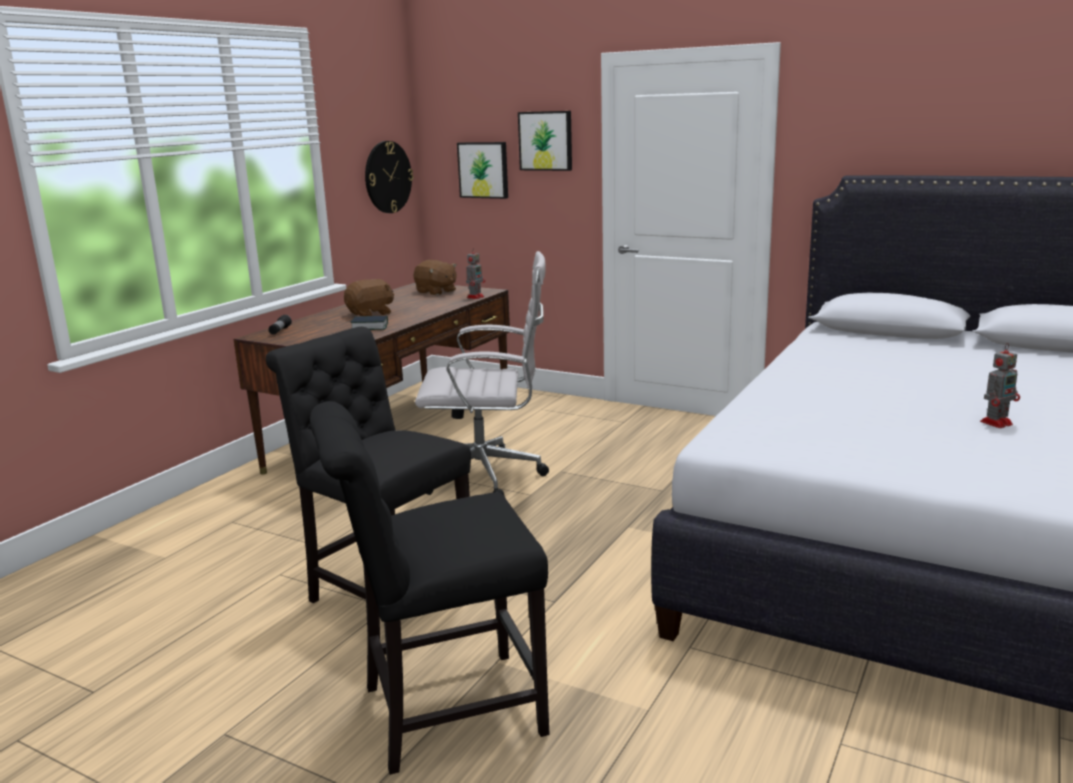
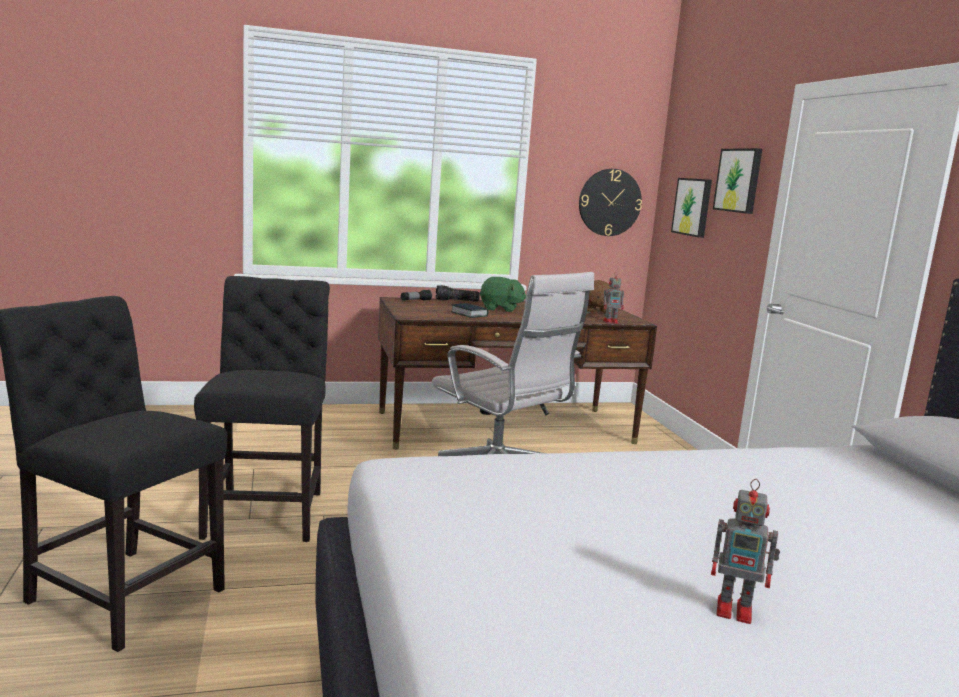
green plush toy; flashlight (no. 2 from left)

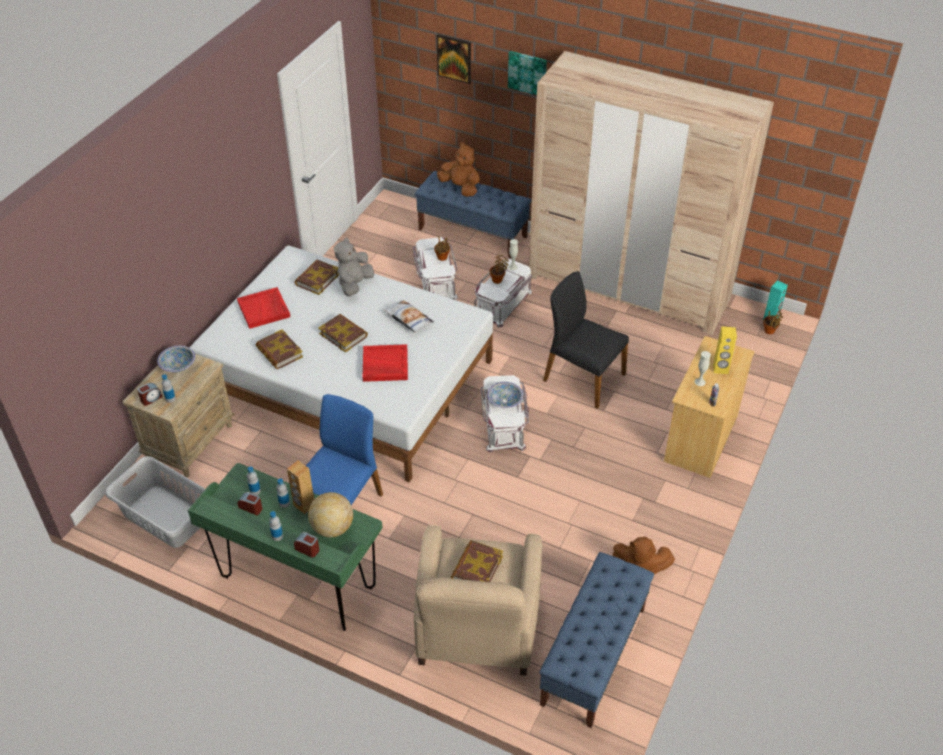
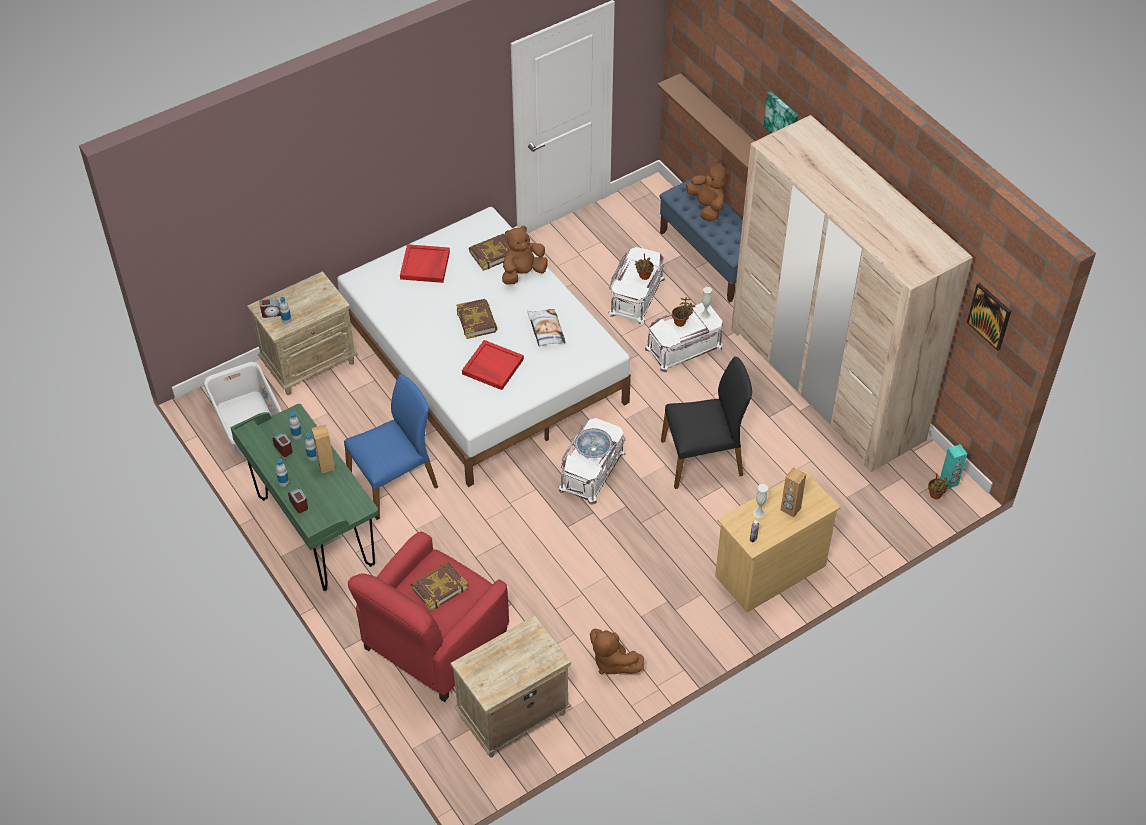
bowl (no. 1 from left in the first image); book (no. 1 from left in the first image); globe; brown plush toy (no. 1 from left); red armchair; picture (no. 2 from left); beige nightstand (no. 2 from left); black chair; brown speaker (no. 2 from left); brown shelf

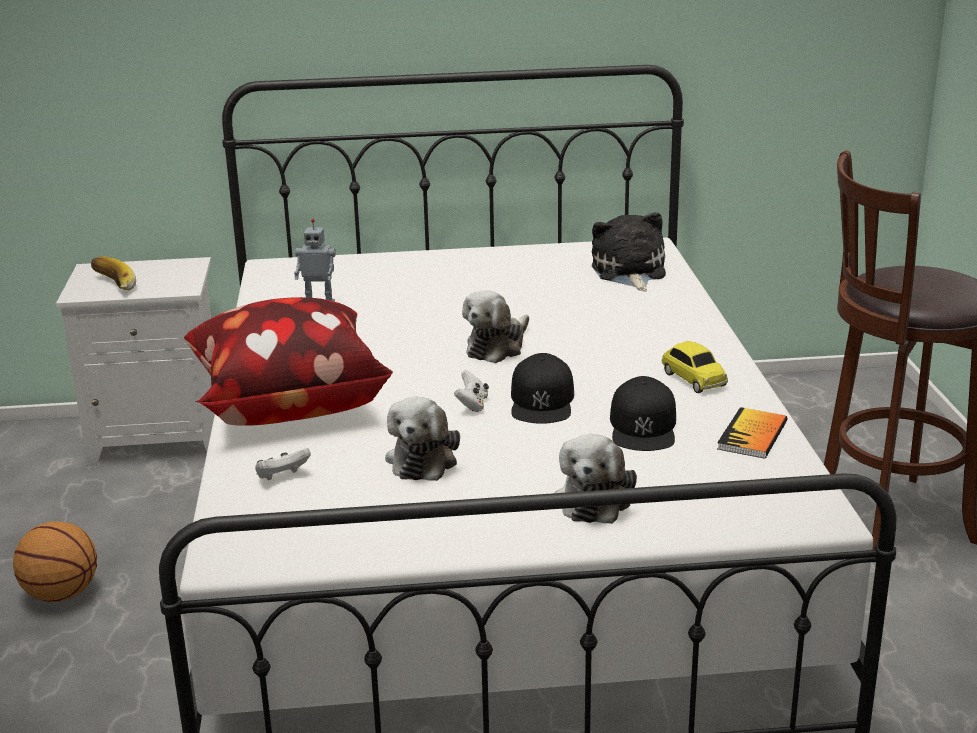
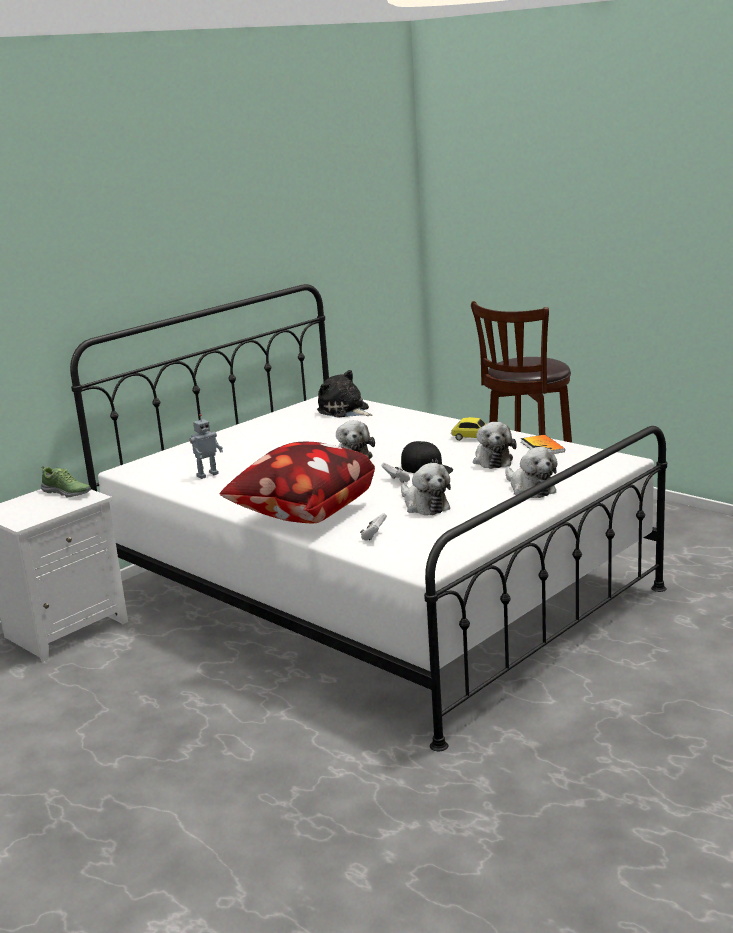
basketball; banana; plush toy (no. 4 from left); shoe

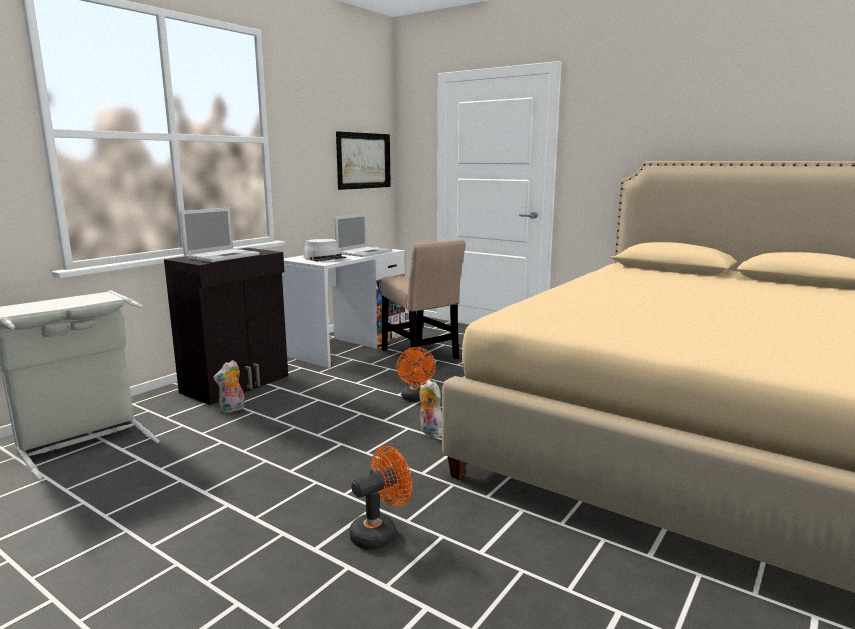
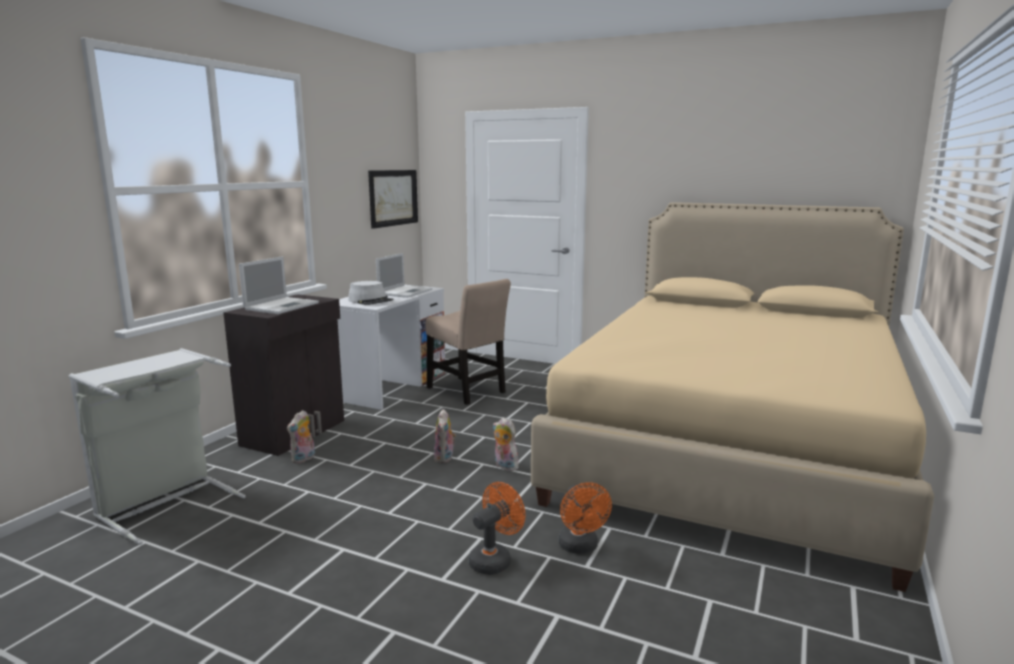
orange fan (no. 2 from left); plush toy (no. 2 from left)

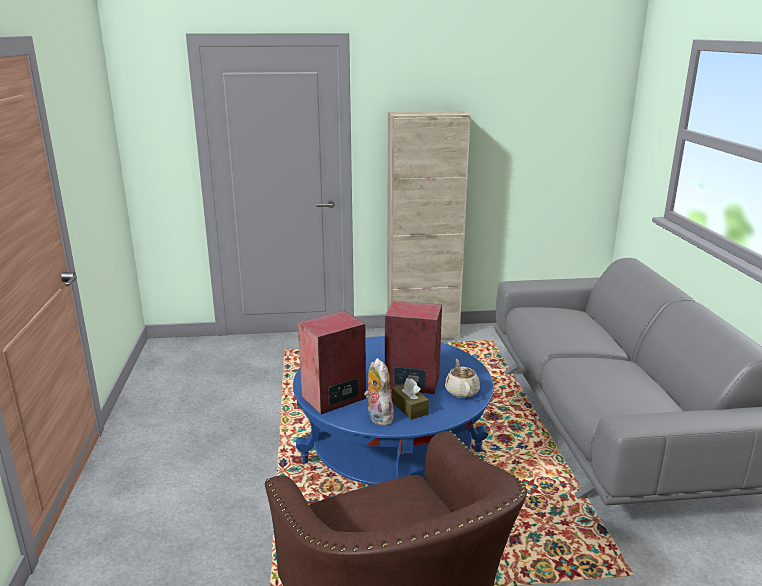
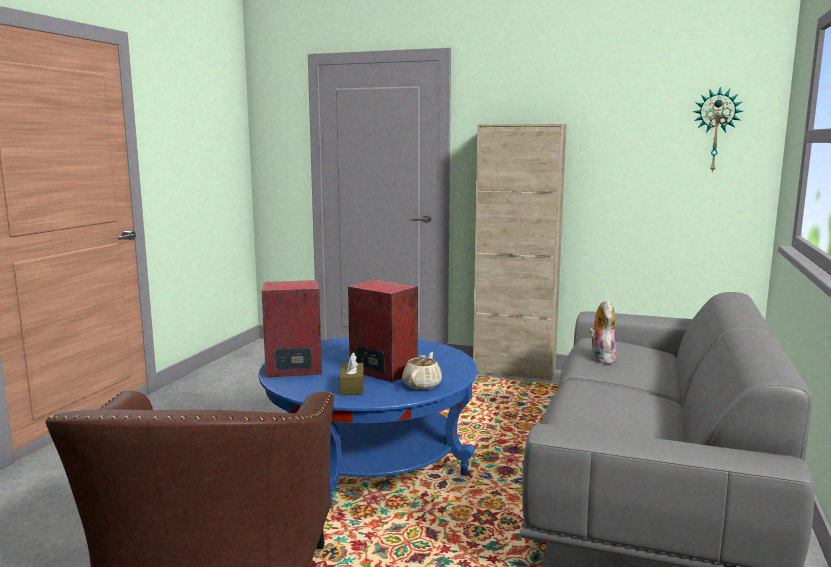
plush toy; wall clock

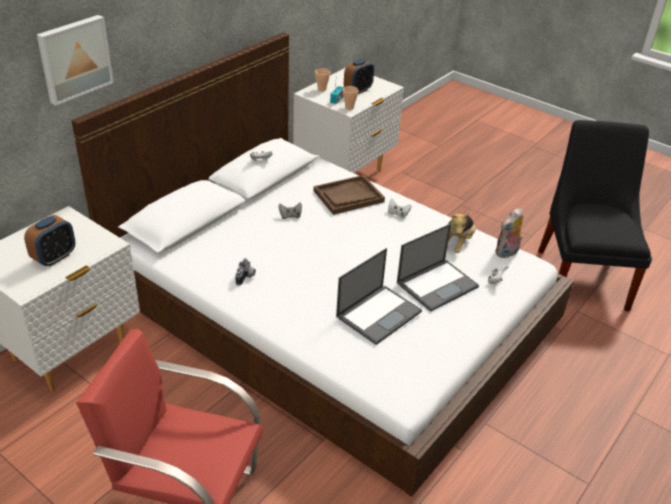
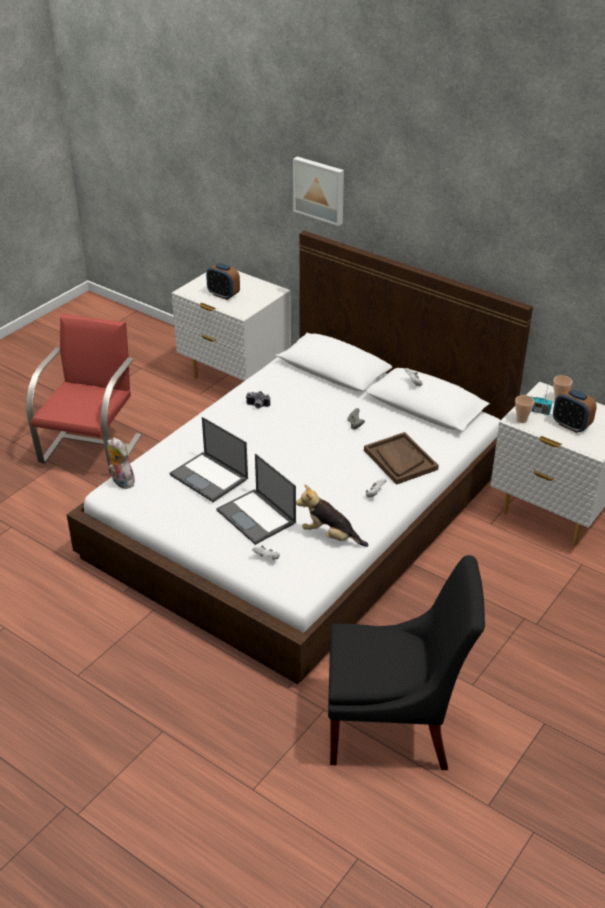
plush toy (no. 1 from left)

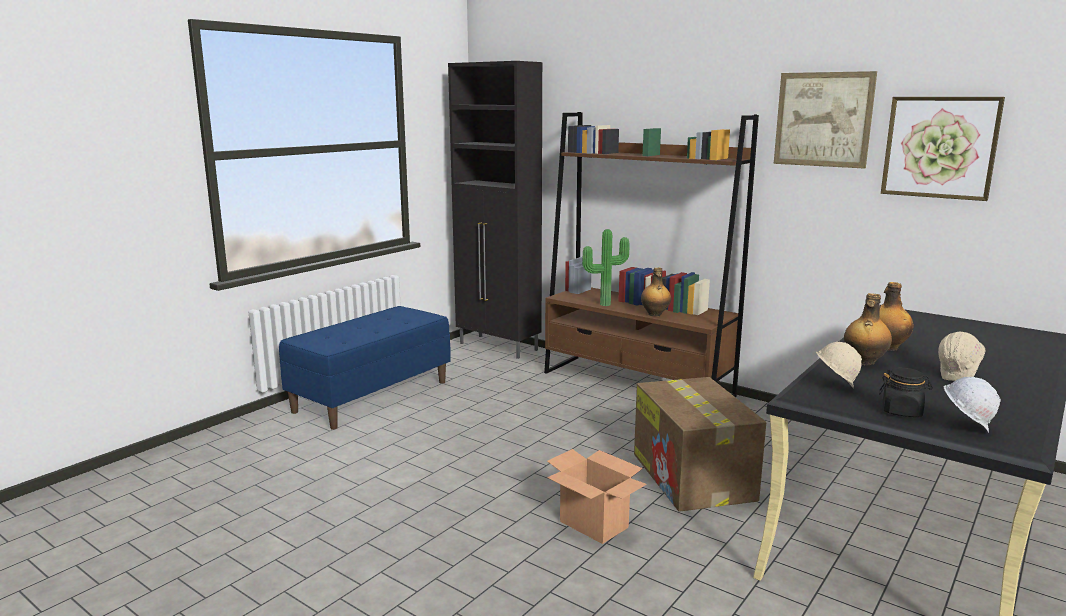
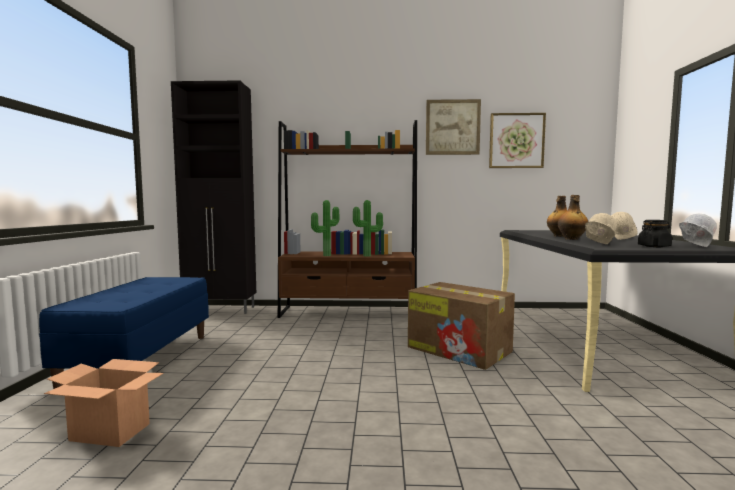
cardboard box (no. 1 from left); potted plant (no. 2 from left)

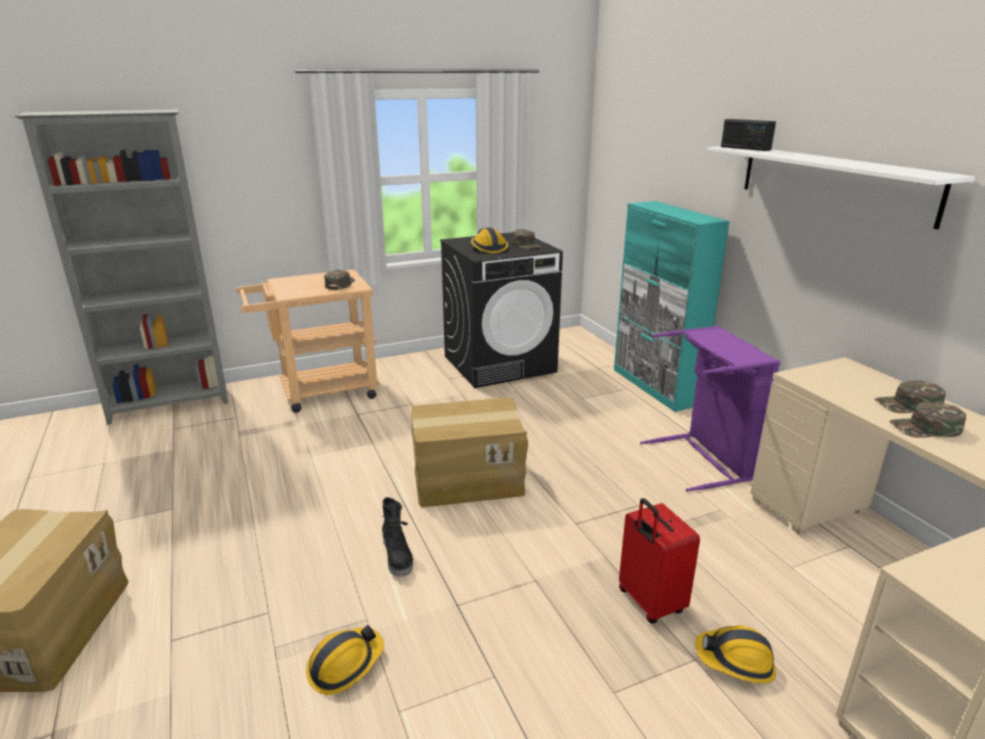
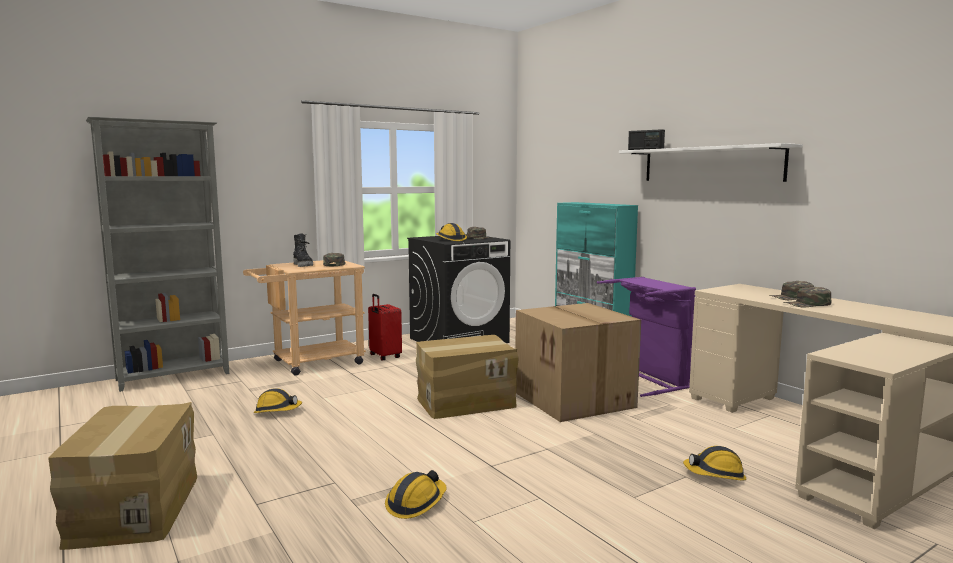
black boot; red suitcase; hard hat (no. 1 from left); cardboard box (no. 3 from left)

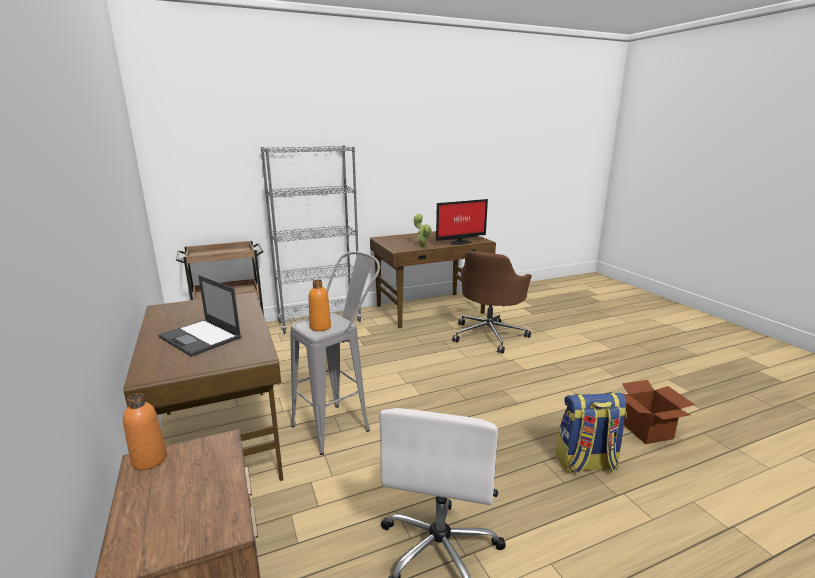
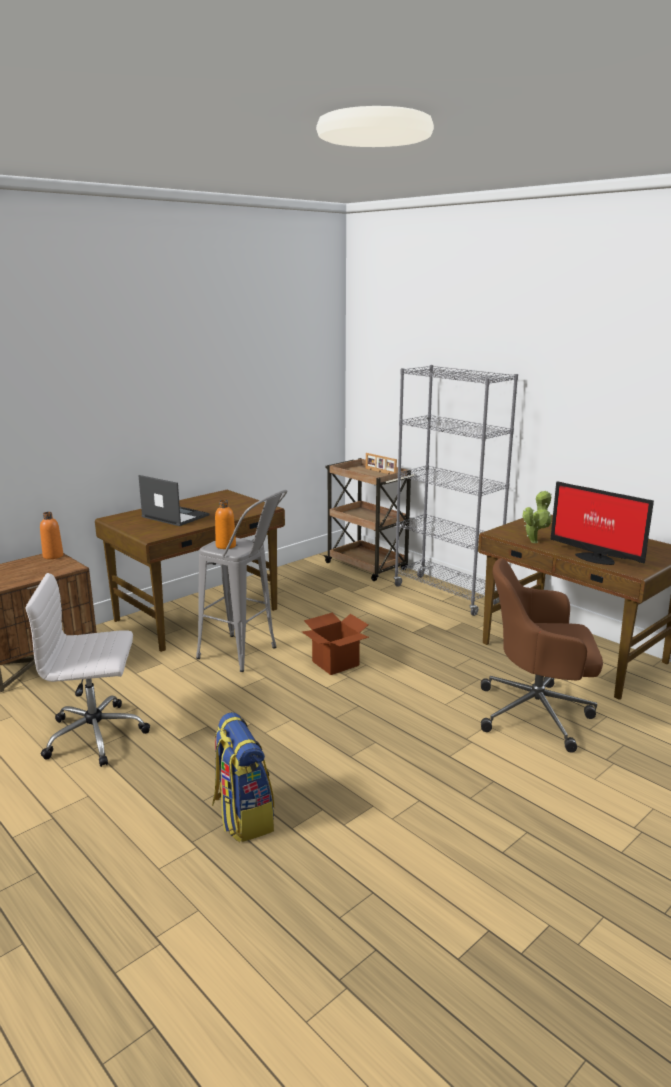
laptop; cardboard box; picture frame

